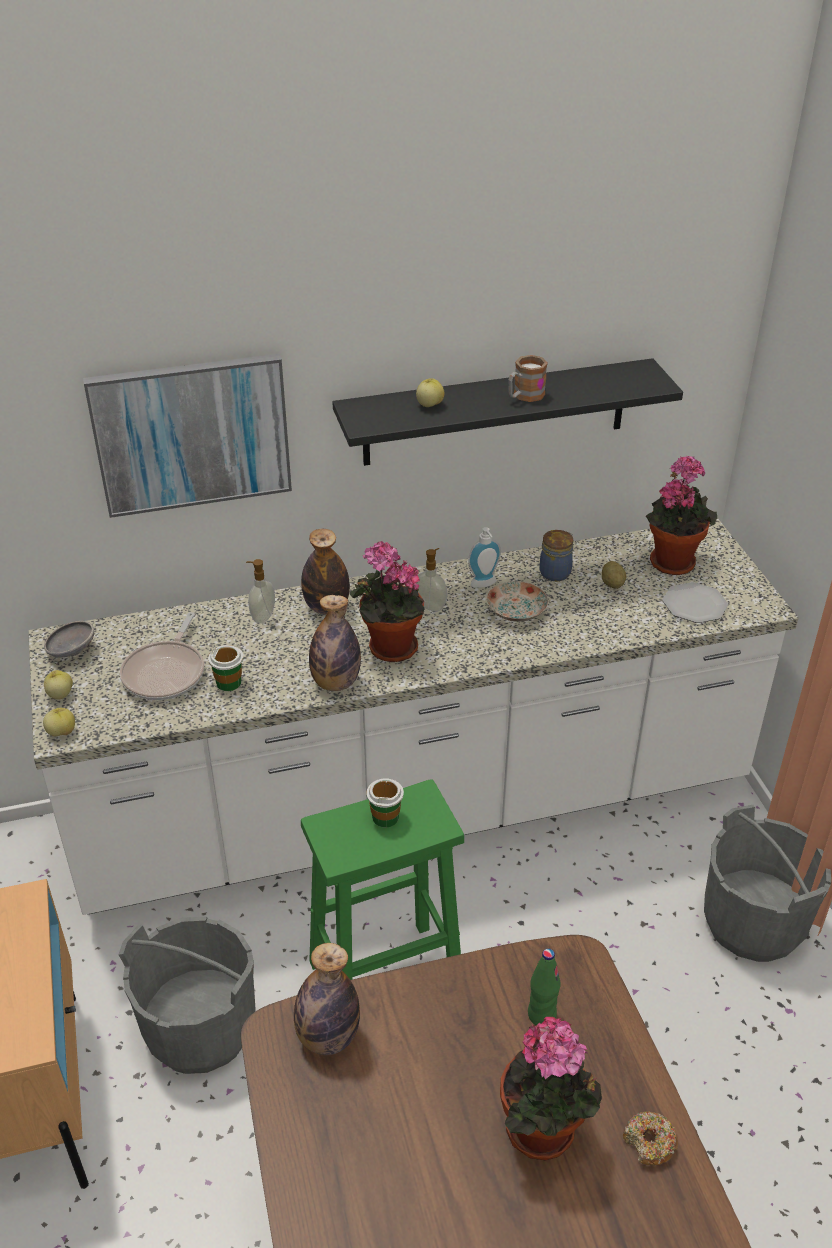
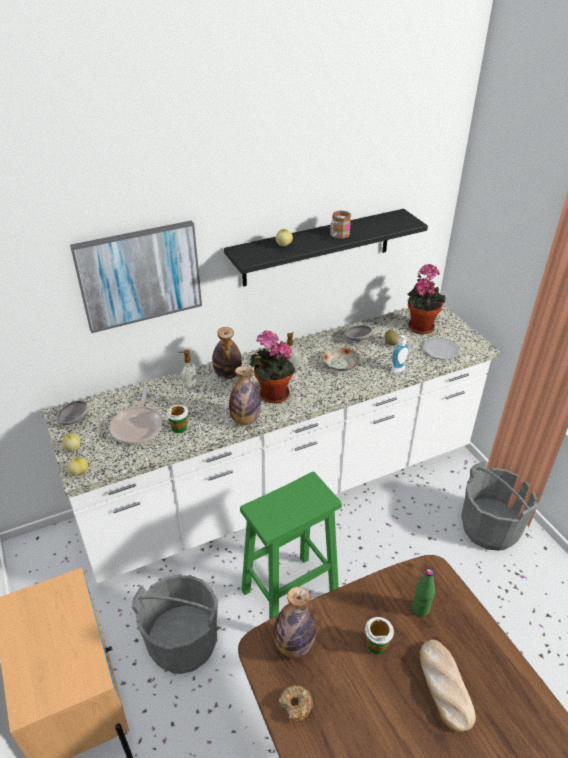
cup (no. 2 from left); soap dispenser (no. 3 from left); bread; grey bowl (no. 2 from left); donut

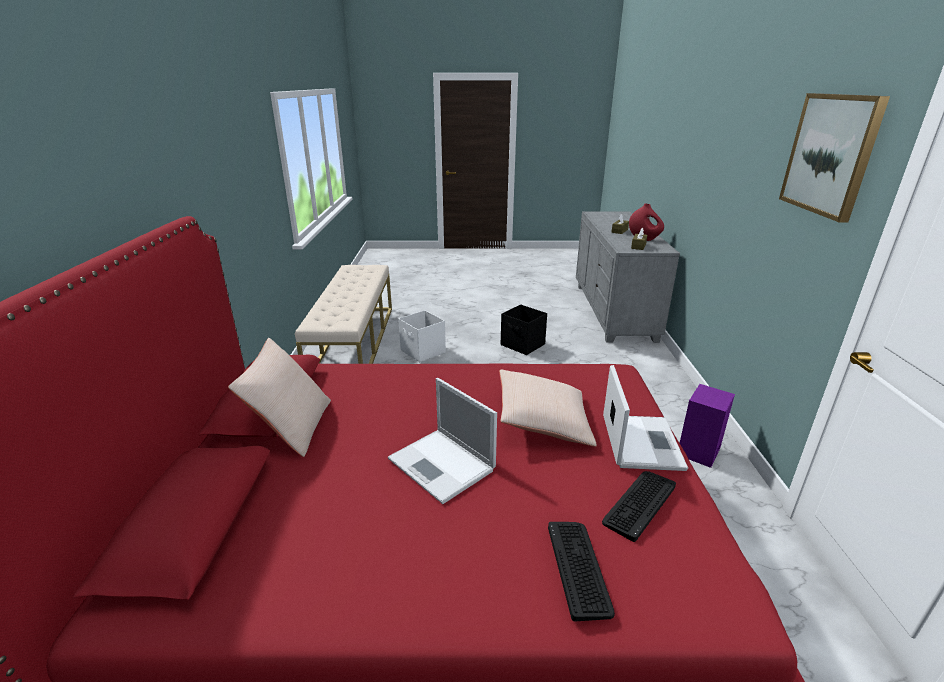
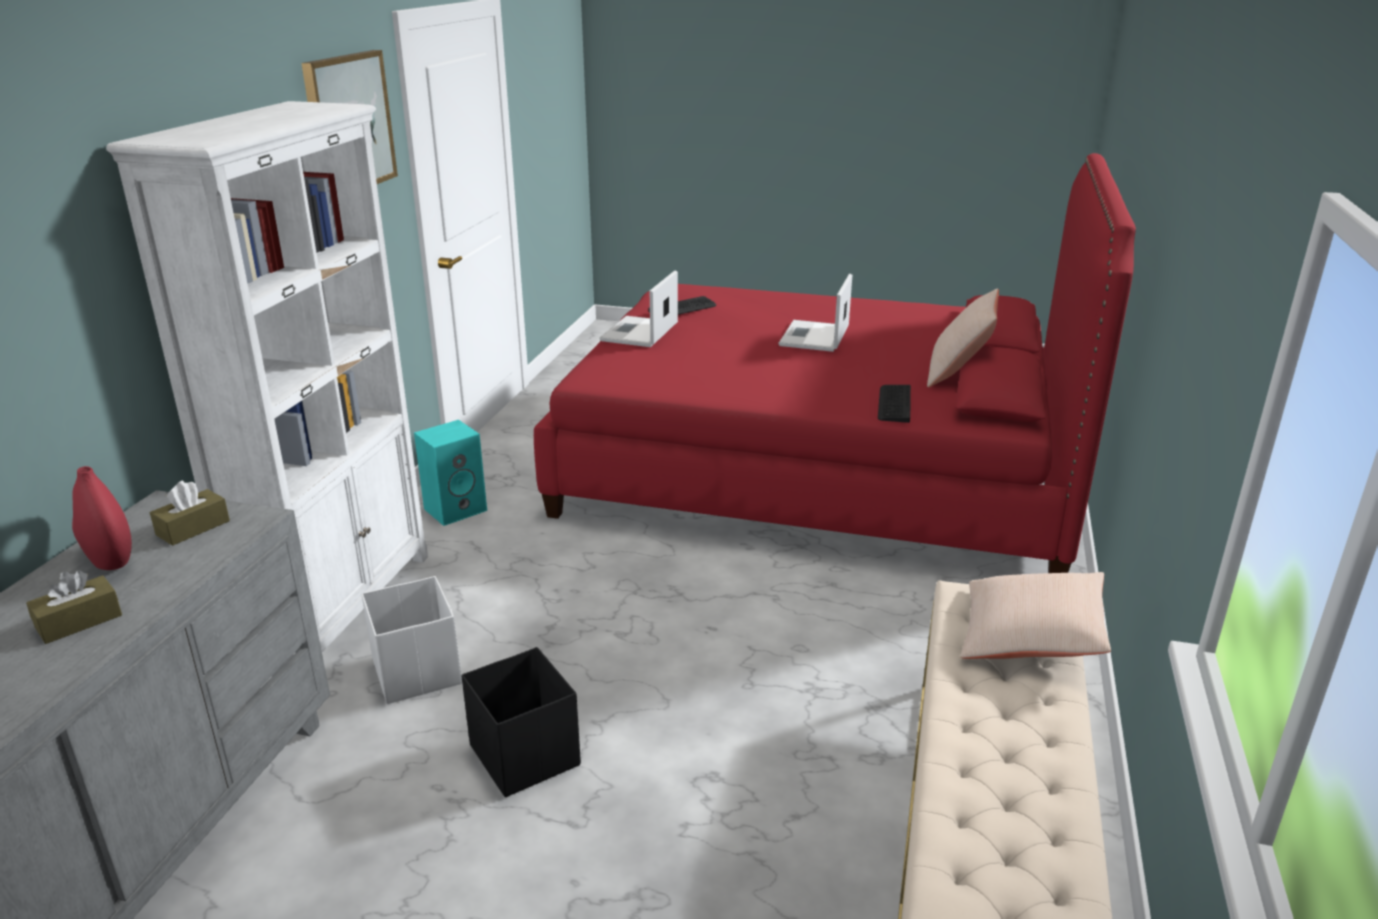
laptop (no. 2 from left); white storage box; beige pillow (no. 2 from left); keyboard (no. 2 from left); turquoise speaker; white bookcase

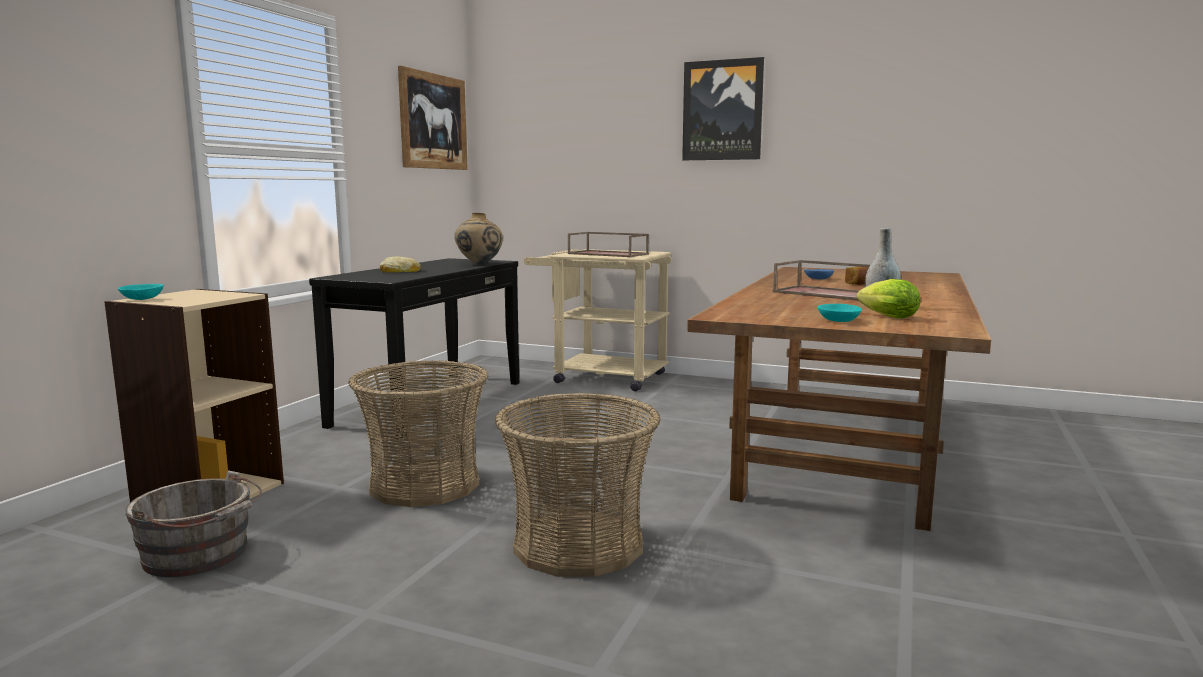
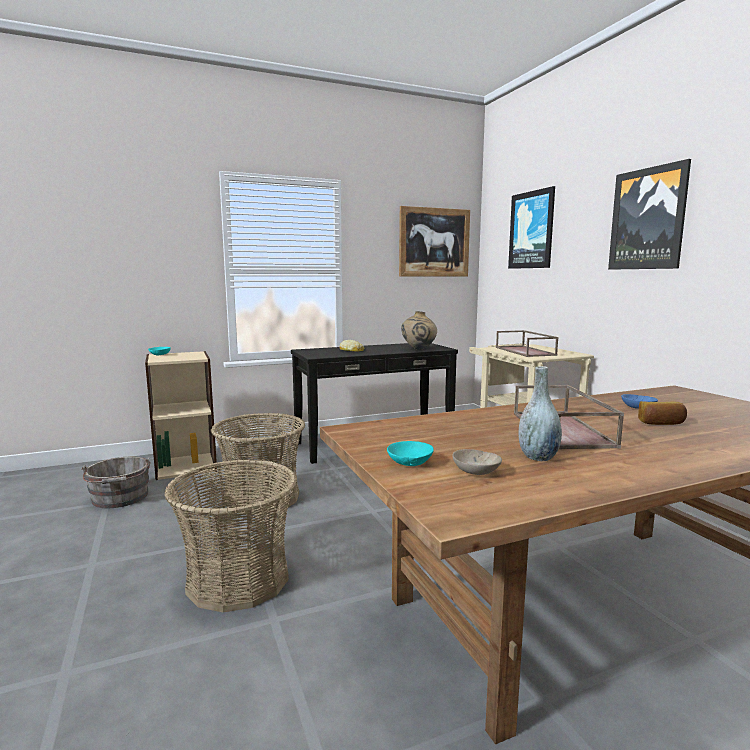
beige bowl; picture (no. 2 from left)

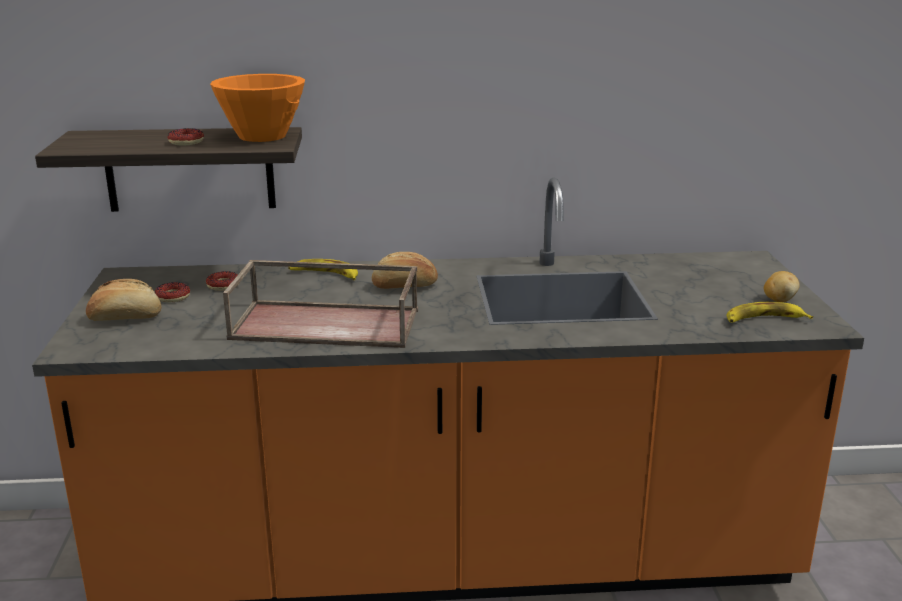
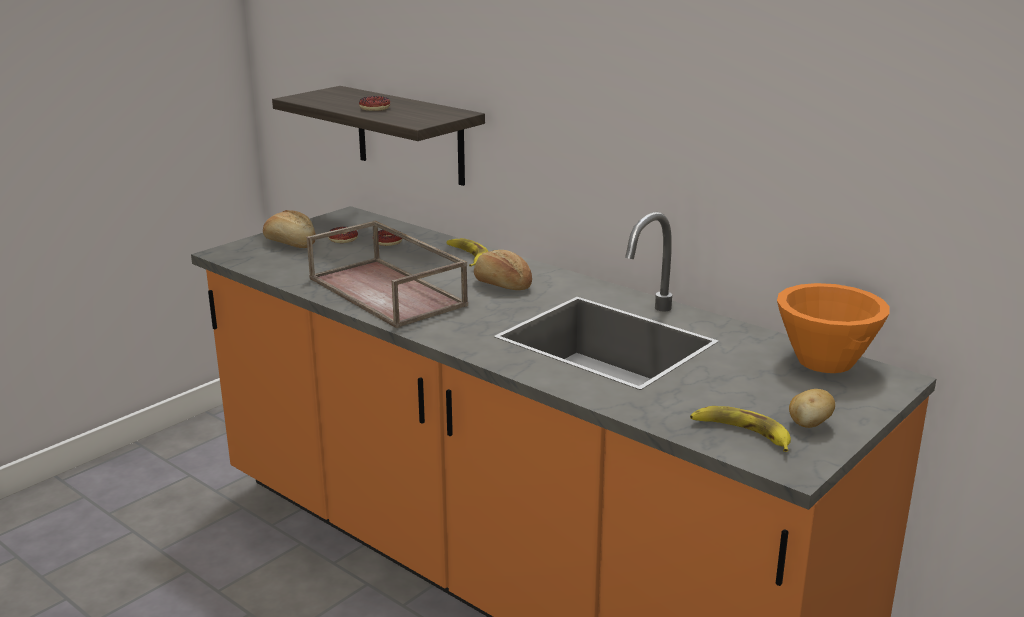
orange bowl

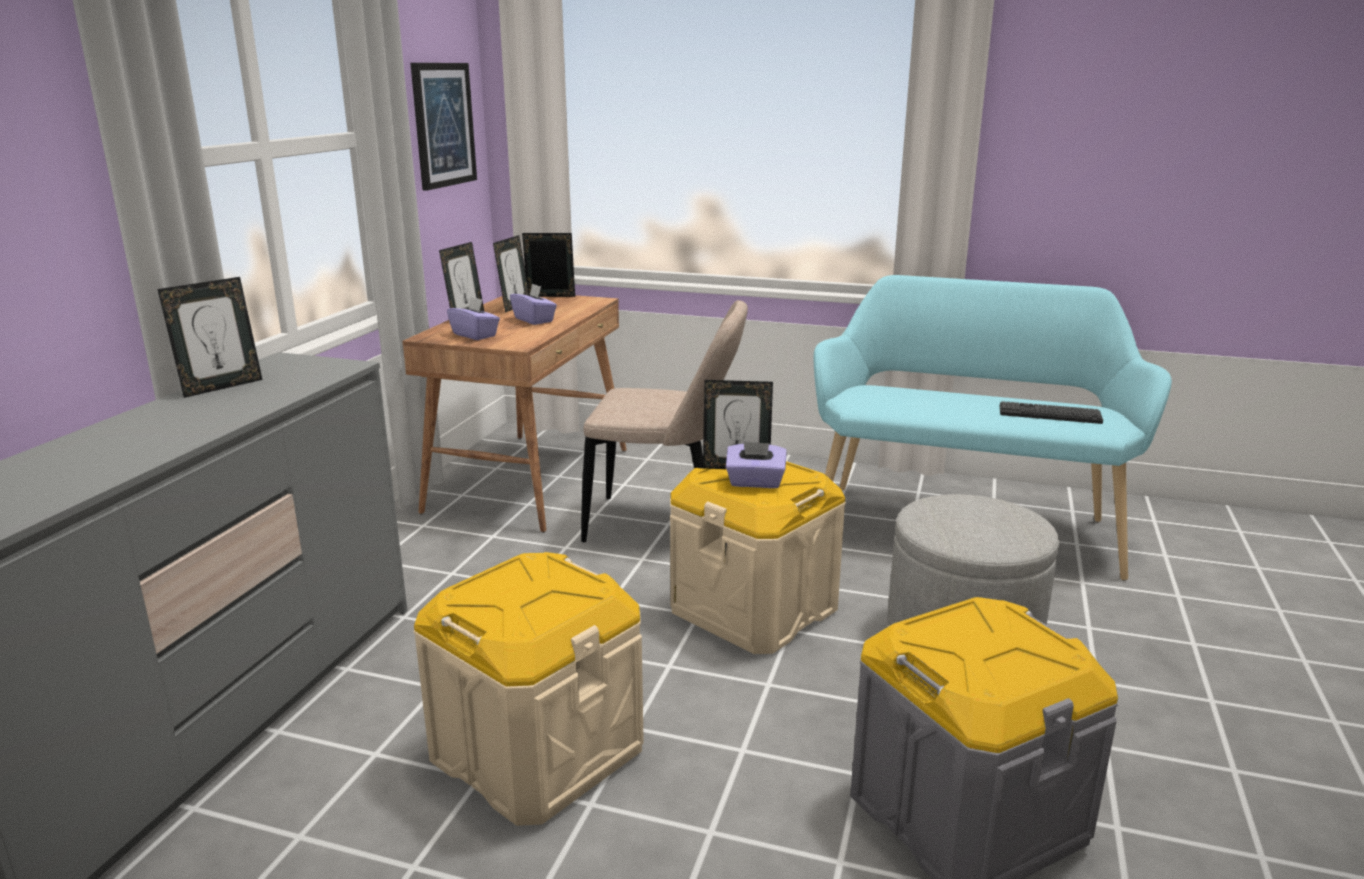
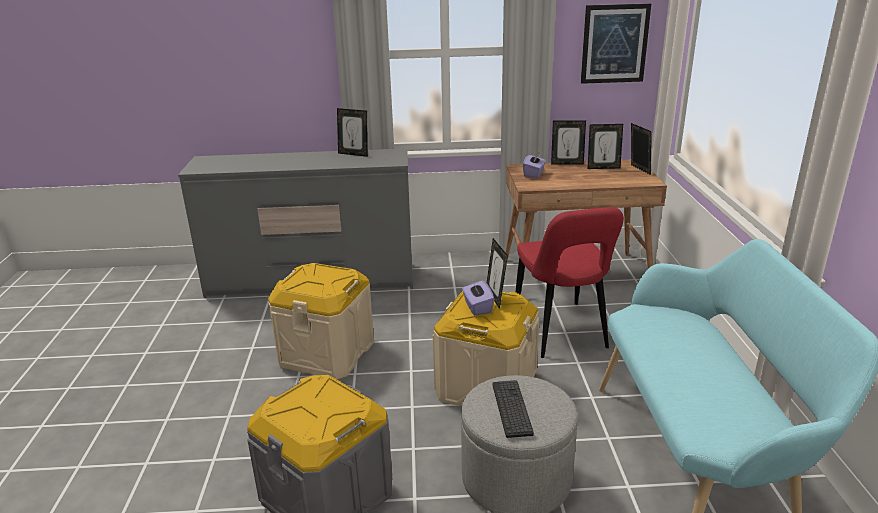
purple tissue box (no. 2 from left in the first image); red chair; keyboard

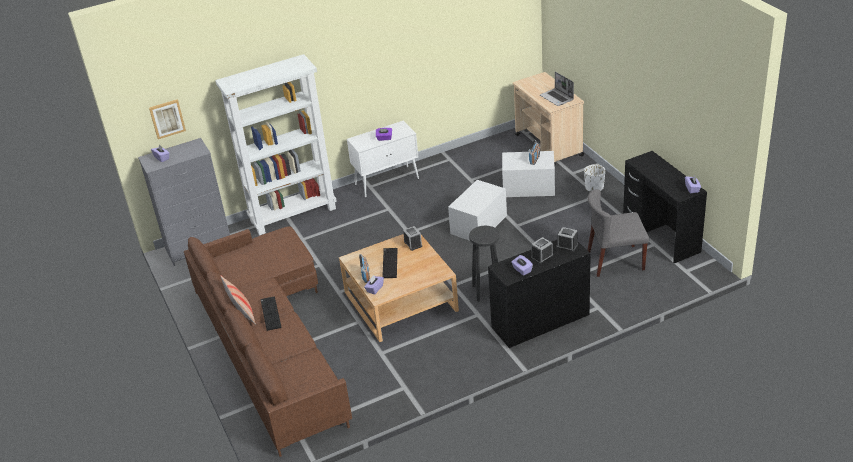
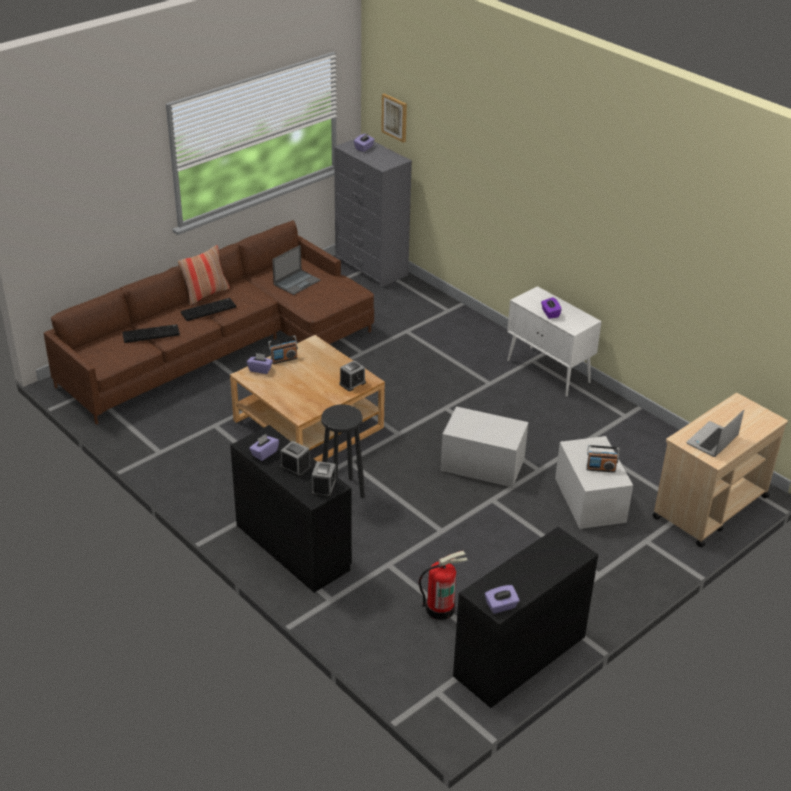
white bookcase; keyboard (no. 1 from left); white planter; fire extinguisher; laptop (no. 1 from left)

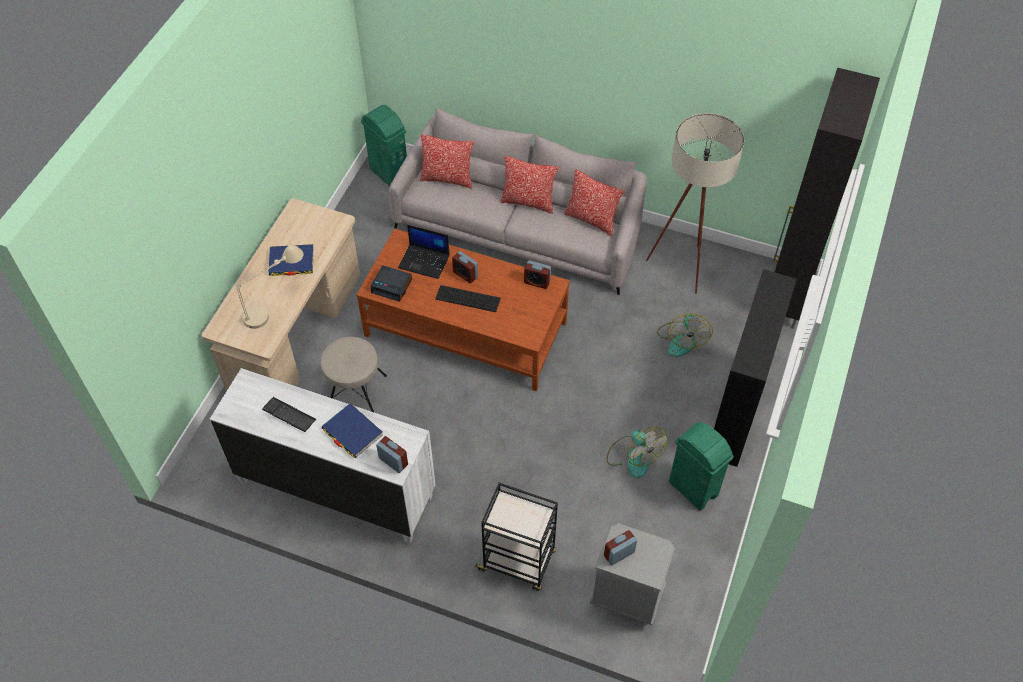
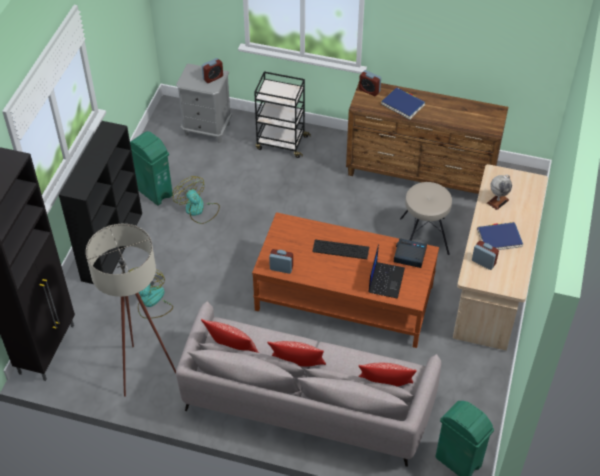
brown dresser; globe; keyboard (no. 1 from left in the first image); laptop; alarm clock (no. 5 from left)

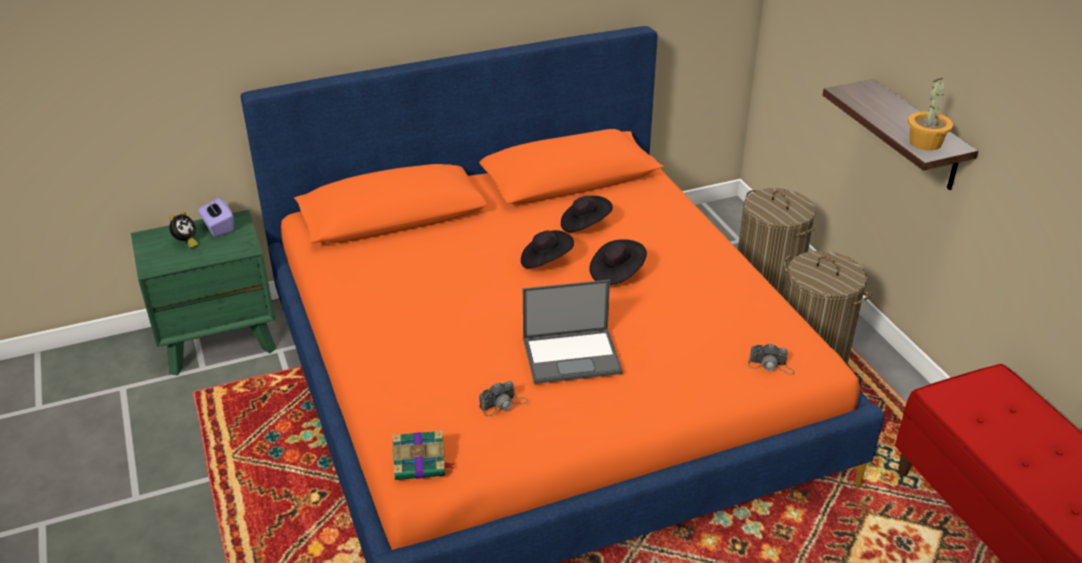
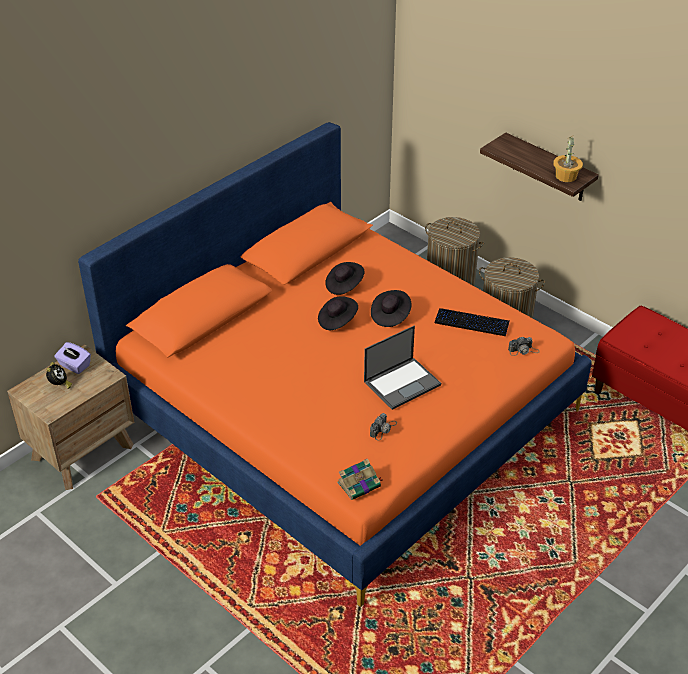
brown nightstand; keyboard

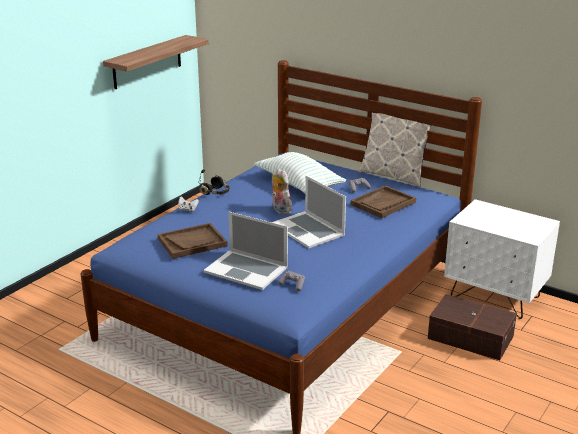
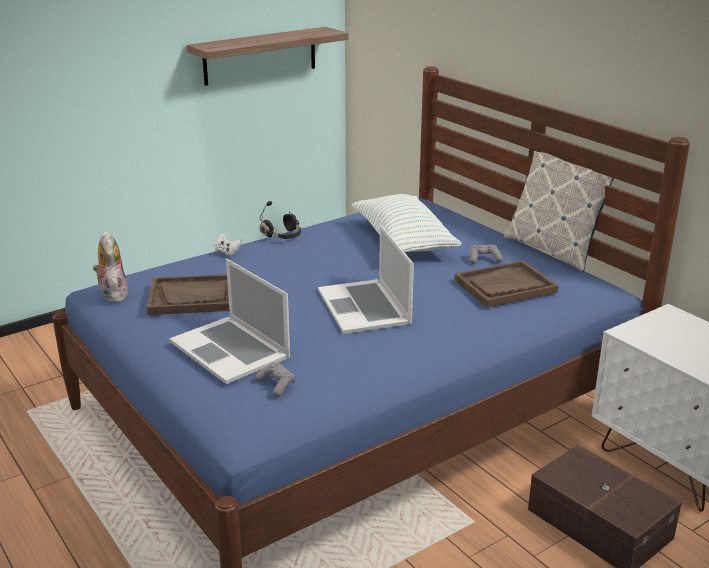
plush toy

